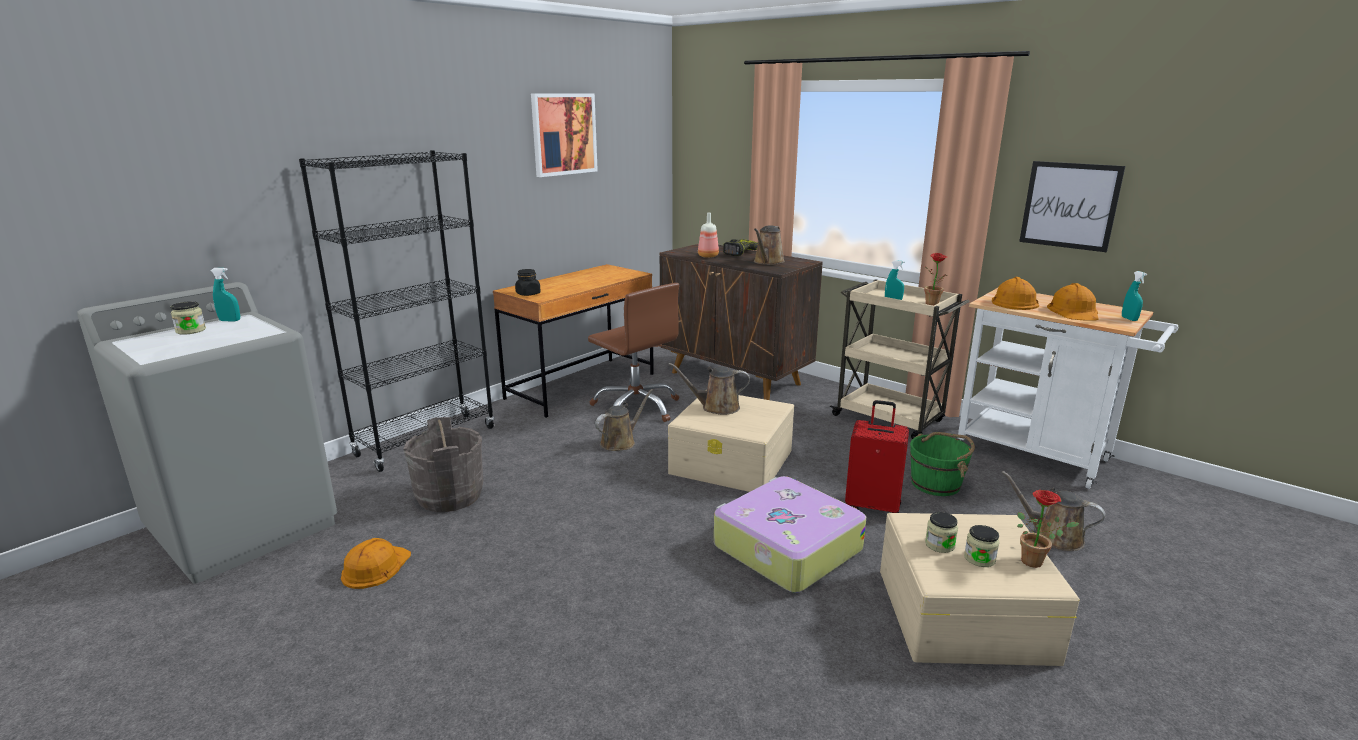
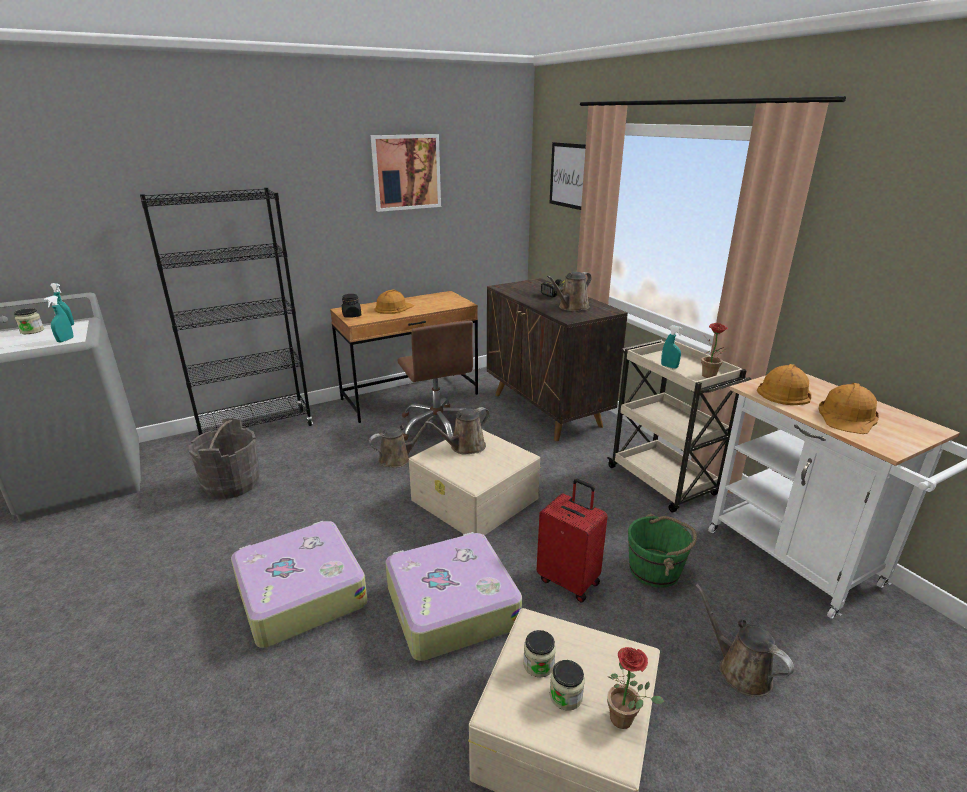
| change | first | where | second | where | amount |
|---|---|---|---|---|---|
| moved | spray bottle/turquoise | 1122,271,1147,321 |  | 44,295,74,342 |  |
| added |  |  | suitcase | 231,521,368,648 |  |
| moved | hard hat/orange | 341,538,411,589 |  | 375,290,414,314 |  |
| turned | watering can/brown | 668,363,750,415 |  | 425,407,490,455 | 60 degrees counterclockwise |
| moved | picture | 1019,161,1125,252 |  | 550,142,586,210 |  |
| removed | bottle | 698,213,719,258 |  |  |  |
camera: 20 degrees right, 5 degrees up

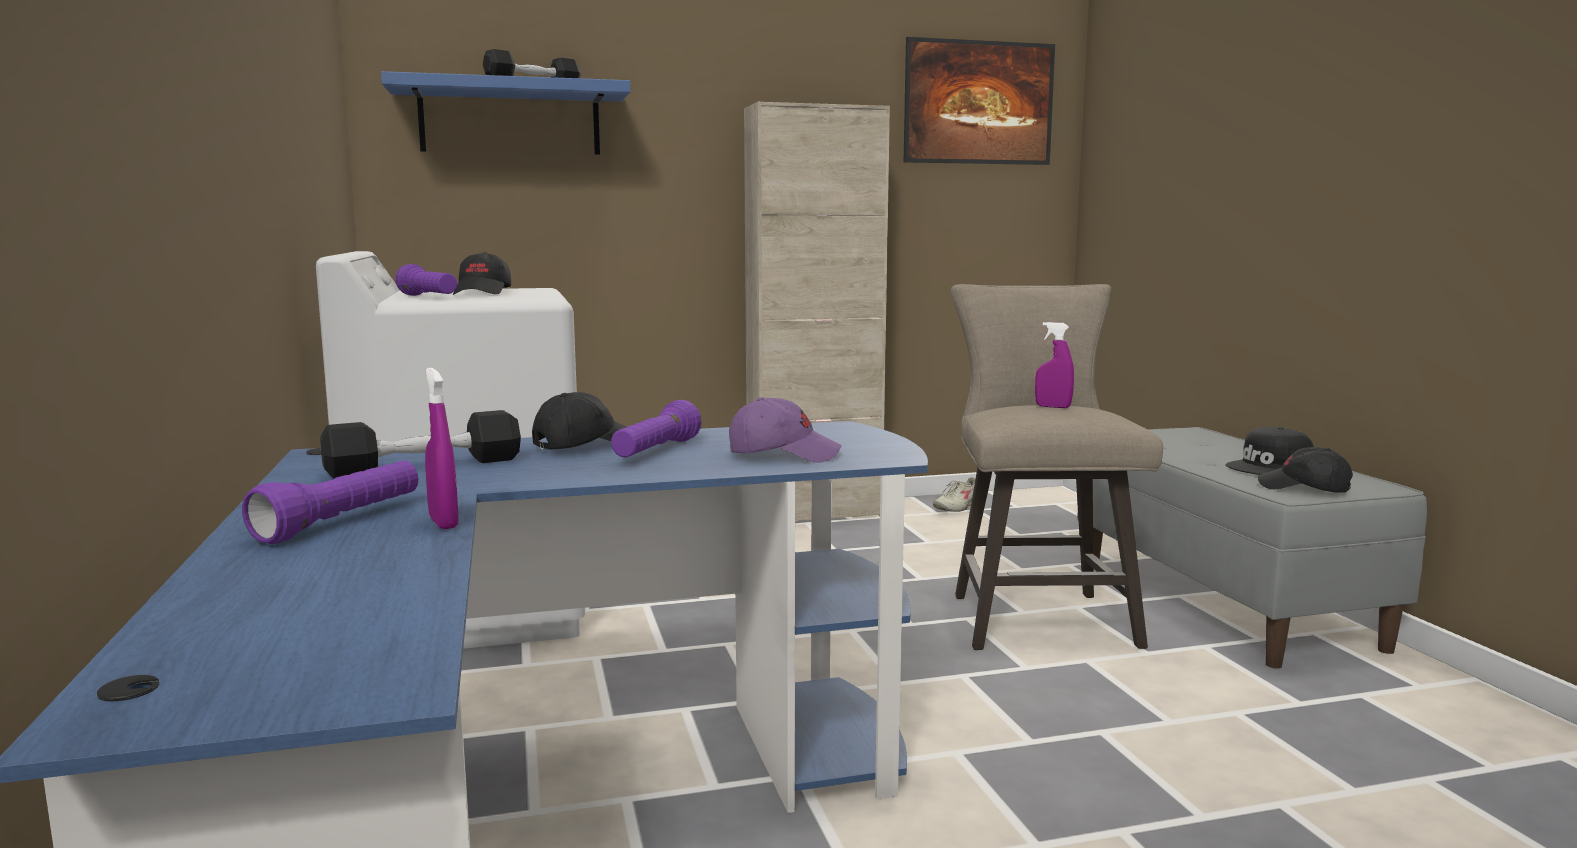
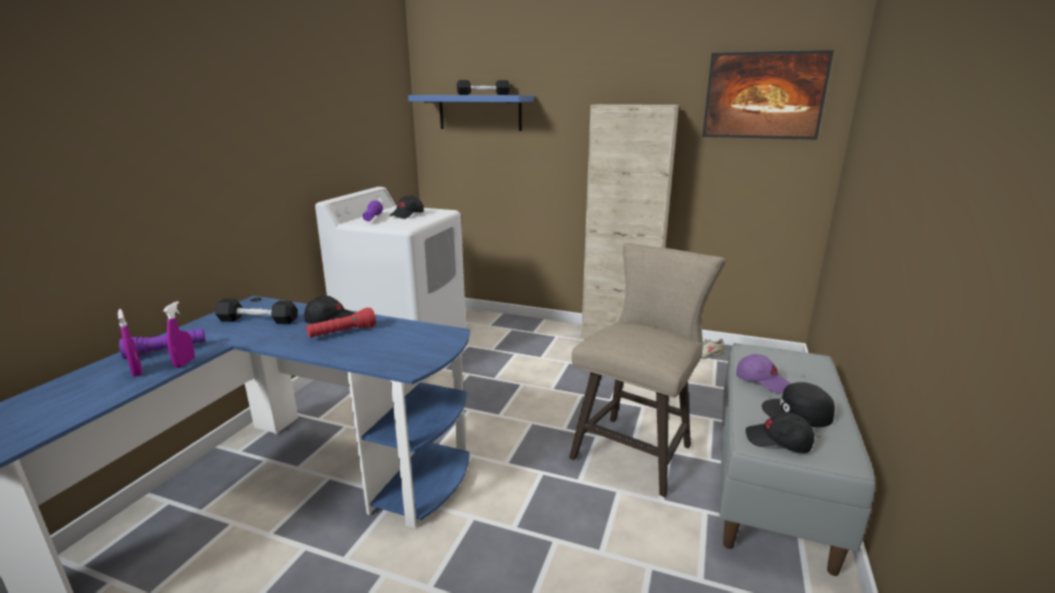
| change | first | where | second | where | amount |
|---|---|---|---|---|---|
| moved | spray bottle/purple | 1035,322,1074,408 |  | 118,309,142,377 |  |
| recoloured | flashlight/purple | 611,400,702,457 | flashlight/red | 306,308,376,338 |  |
| moved | cap/purple | 729,397,842,463 |  | 736,354,790,393 |  |
| turned | cap/black | 1258,447,1353,493 |  | 746,412,814,453 | 45 degrees counterclockwise |
camera: 35 degrees right, 10 degrees up

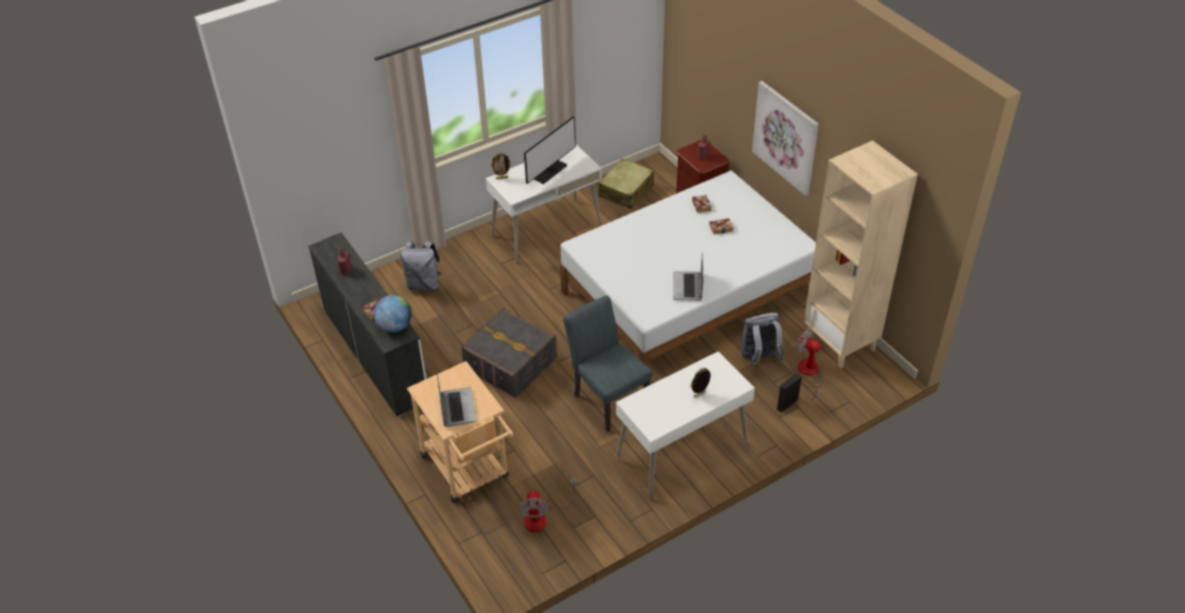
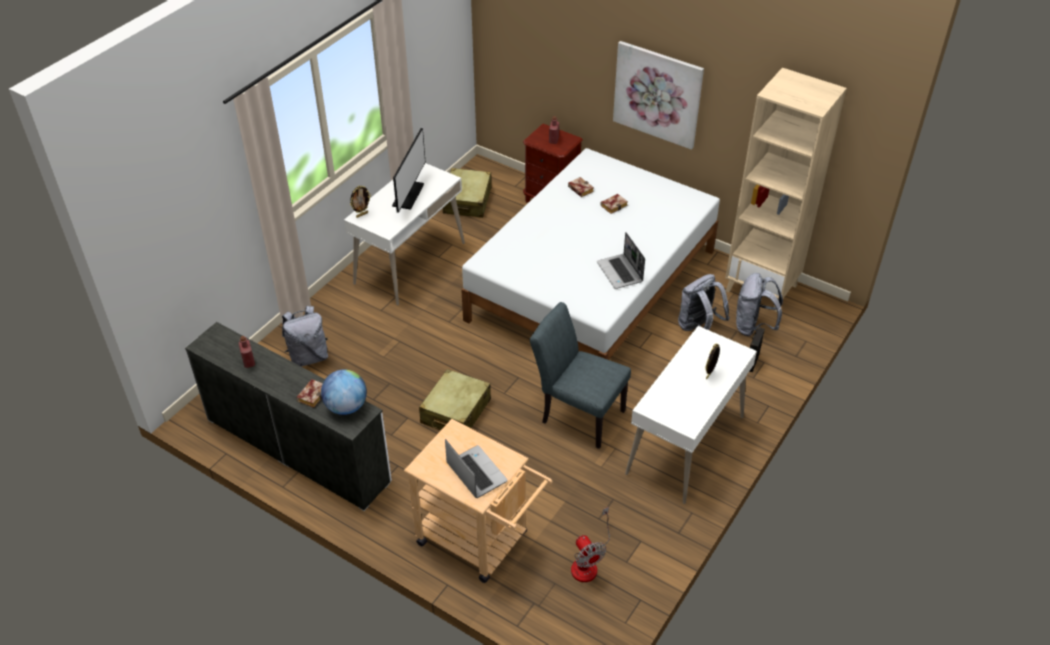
| change | first | where | second | where | amount |
|---|---|---|---|---|---|
| replaced | storage box/grey | 461,308,557,398 | suitcase/beige | 419,369,491,430 |  |
| replaced | fan | 796,329,823,400 | backpack/grey | 736,273,783,336 |  |
camera: 25 degrees left, 0 degrees up

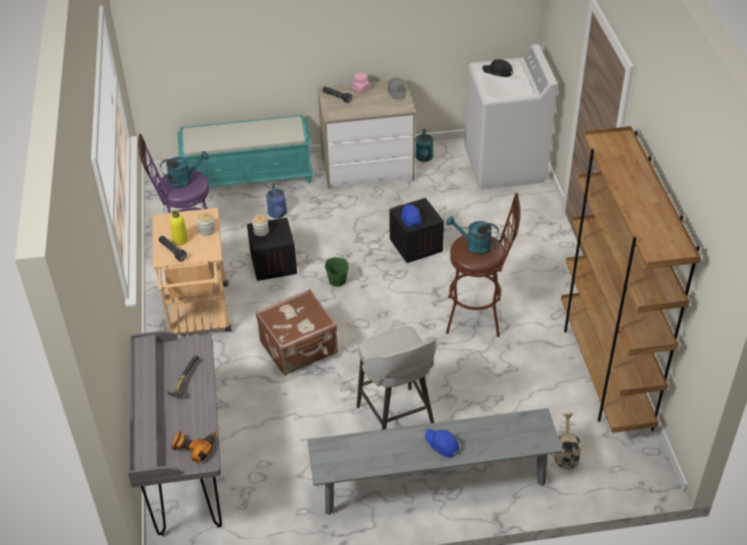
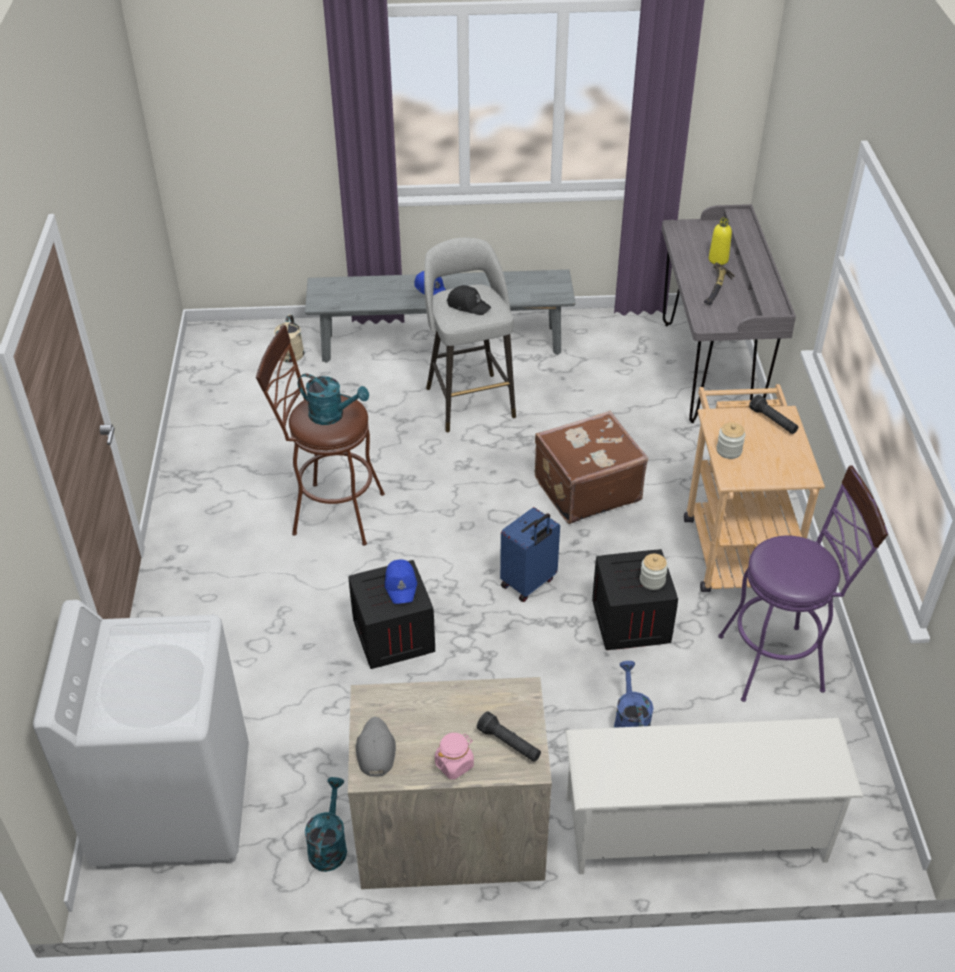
| change | first | where | second | where | amount |
|---|---|---|---|---|---|
| moved | cap/black | 482,59,513,77 |  | 447,285,491,315 |  |
| replaced | bucket/green | 325,254,349,287 | suitcase/blue | 500,507,560,602 |  |
| replaced | bench/turquoise | 178,115,314,187 | shoe rack/white | 565,718,864,874 |  |
| moved | bottle/yellow | 170,210,188,245 |  | 709,218,732,265 |  |
| removed | watering can/turquoise | 160,151,209,188 |  |  |  |
| removed | power drill | 172,427,220,463 |  |  |  |
| removed | bookcase/brown | 561,126,701,433 |  |  |  |
camera: 175 degrees left, 0 degrees up

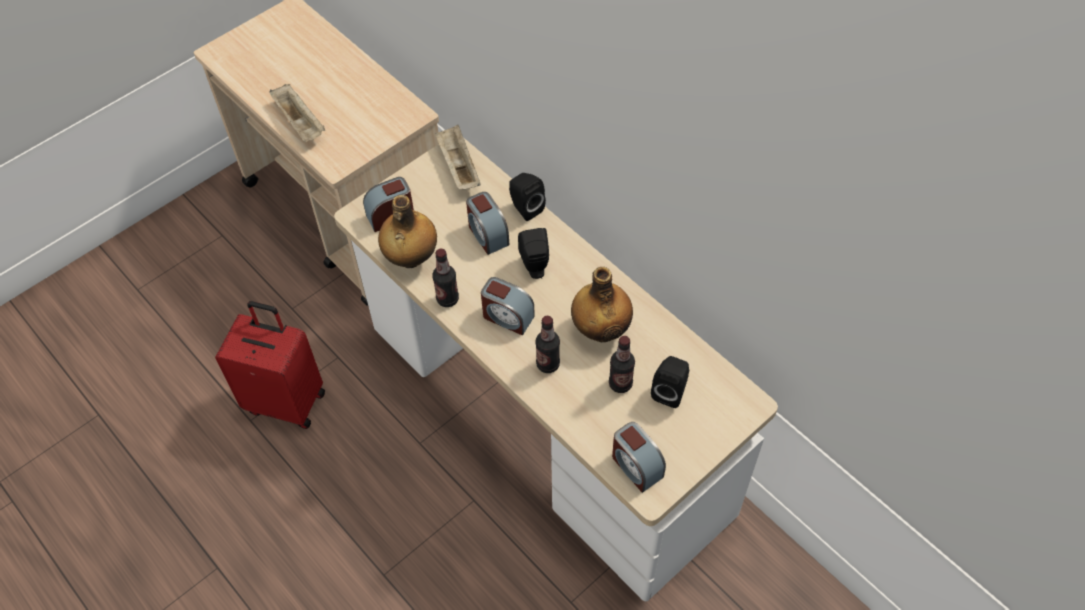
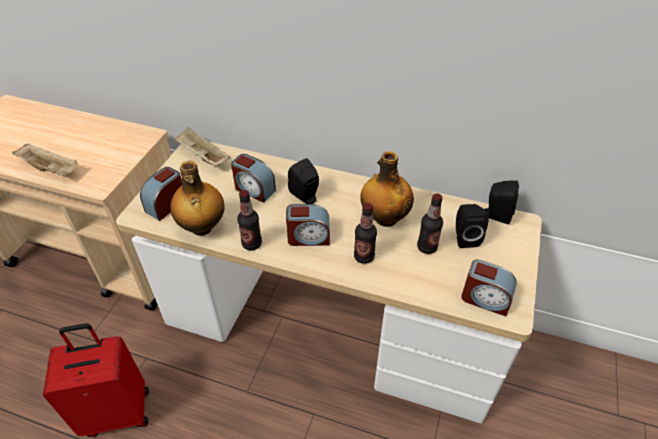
| change | first | where | second | where | amount |
|---|---|---|---|---|---|
| moved | speaker/black | 509,173,546,221 |  | 484,180,519,224 |  |
camera: 30 degrees left, 10 degrees down

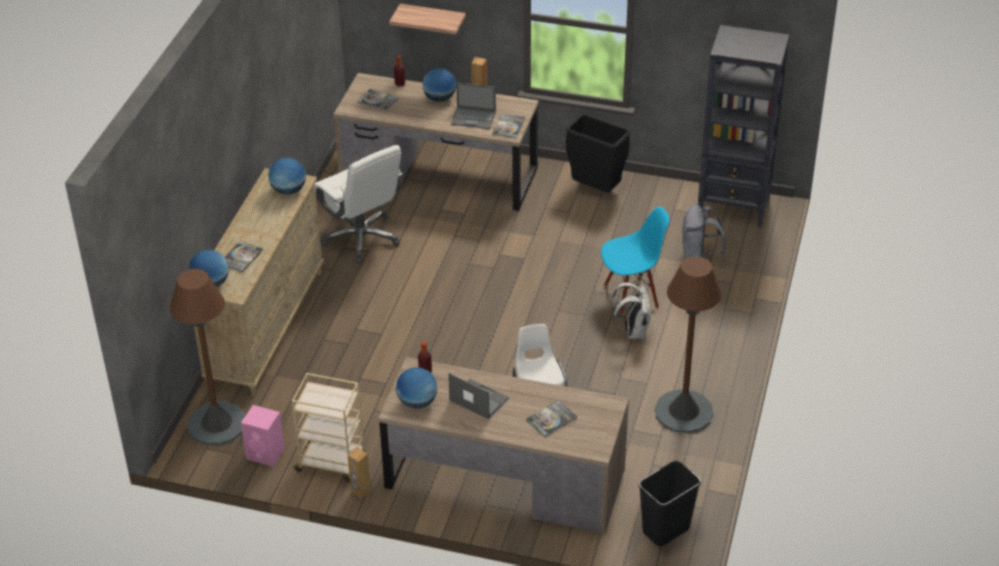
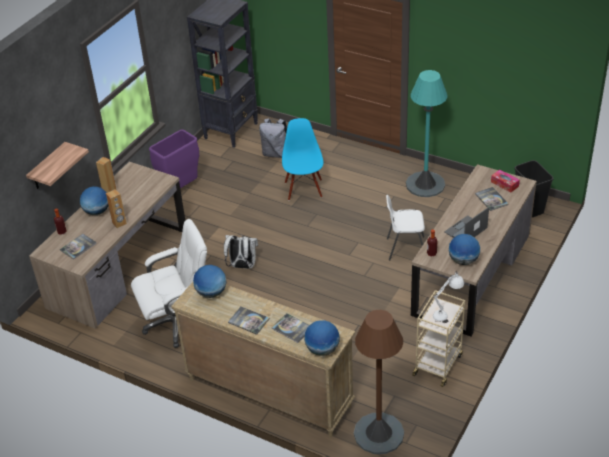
| change | first | where | second | where | amount |
|---|---|---|---|---|---|
| moved | speaker/brown | 348,447,371,499 |  | 106,189,127,228 |  |
| recoloured | trash can/black | 566,114,630,192 | trash can/purple | 149,130,199,188 |  |
| moved | backpack/white | 611,282,651,339 |  | 224,234,258,269 |  |
| moved | book | 492,113,526,138 |  | 228,306,270,335 |  |
| recoloured | floor lamp/brown | 655,256,722,433 | floor lamp/turquoise | 406,70,447,197 |  |
| added |  |  | table lamp/white | 433,271,464,323 |  |
| added |  |  | tissue box | 491,170,520,192 |  |
| removed | speaker/pink | 241,405,285,467 |  |  |  |
| removed | laptop | 451,83,496,129 |  |  |  |
camera: 75 degrees left, 0 degrees up

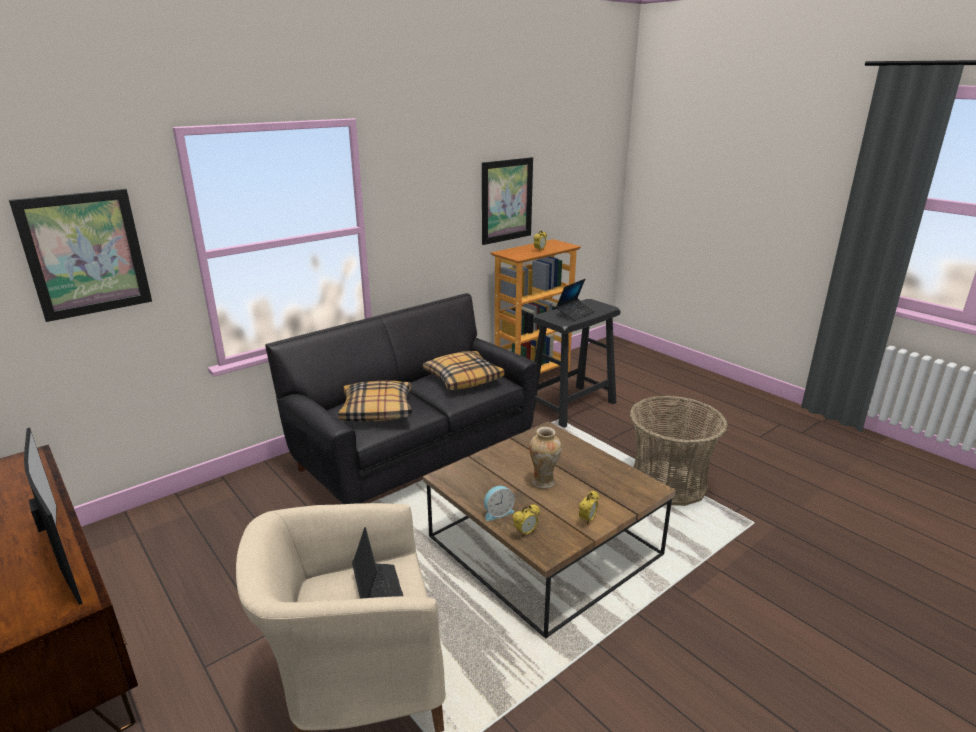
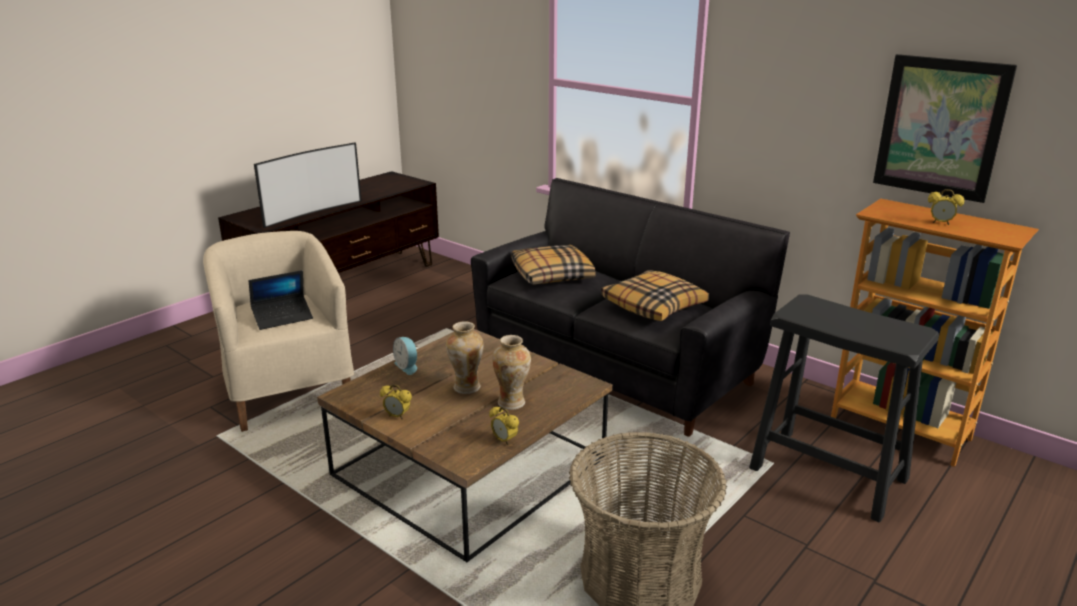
| change | first | where | second | where | amount |
|---|---|---|---|---|---|
| moved | alarm clock | 513,504,540,537 |  | 489,406,519,445 |  |
| added |  |  | vase | 492,335,531,410 |  |
| removed | picture | 9,189,152,322 |  |  |  |
| removed | laptop | 556,279,595,321 |  |  |  |
camera: 80 degrees right, 0 degrees up

